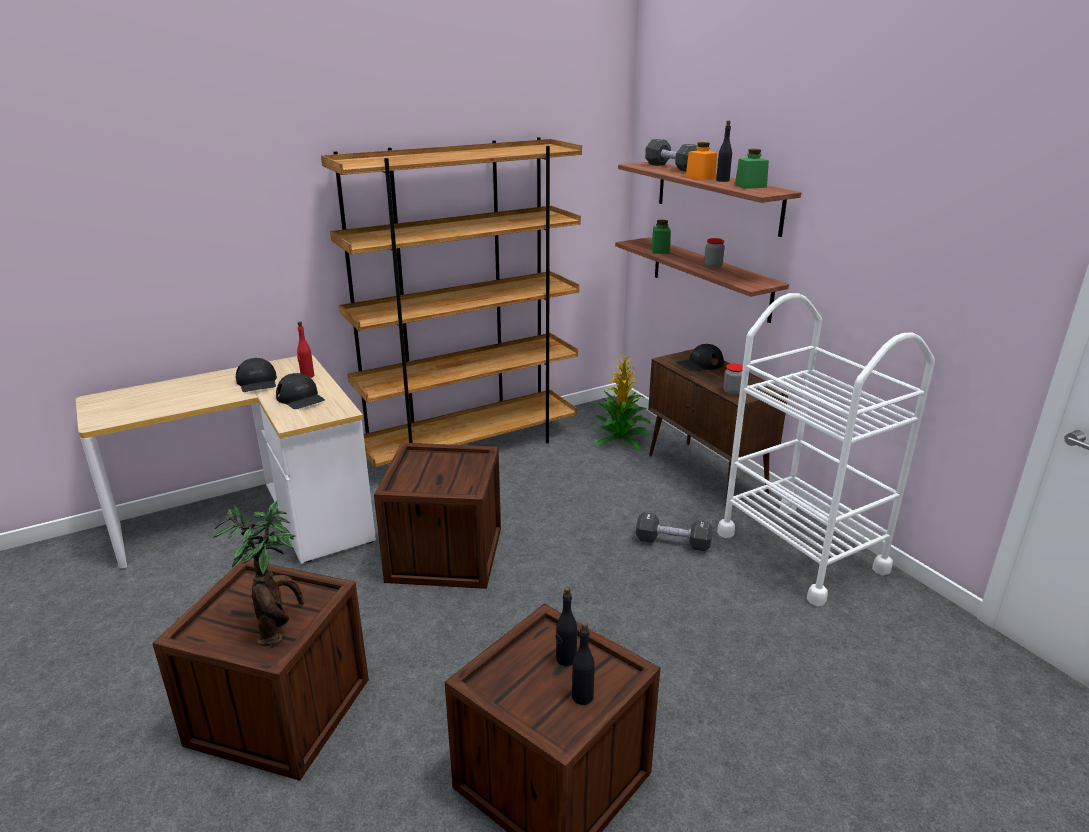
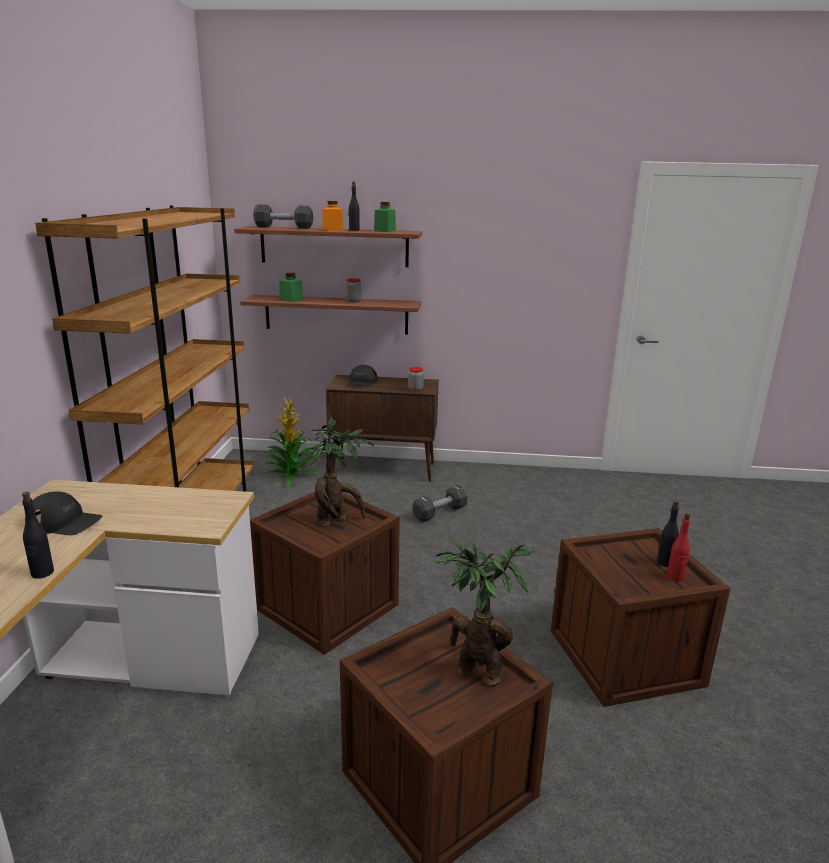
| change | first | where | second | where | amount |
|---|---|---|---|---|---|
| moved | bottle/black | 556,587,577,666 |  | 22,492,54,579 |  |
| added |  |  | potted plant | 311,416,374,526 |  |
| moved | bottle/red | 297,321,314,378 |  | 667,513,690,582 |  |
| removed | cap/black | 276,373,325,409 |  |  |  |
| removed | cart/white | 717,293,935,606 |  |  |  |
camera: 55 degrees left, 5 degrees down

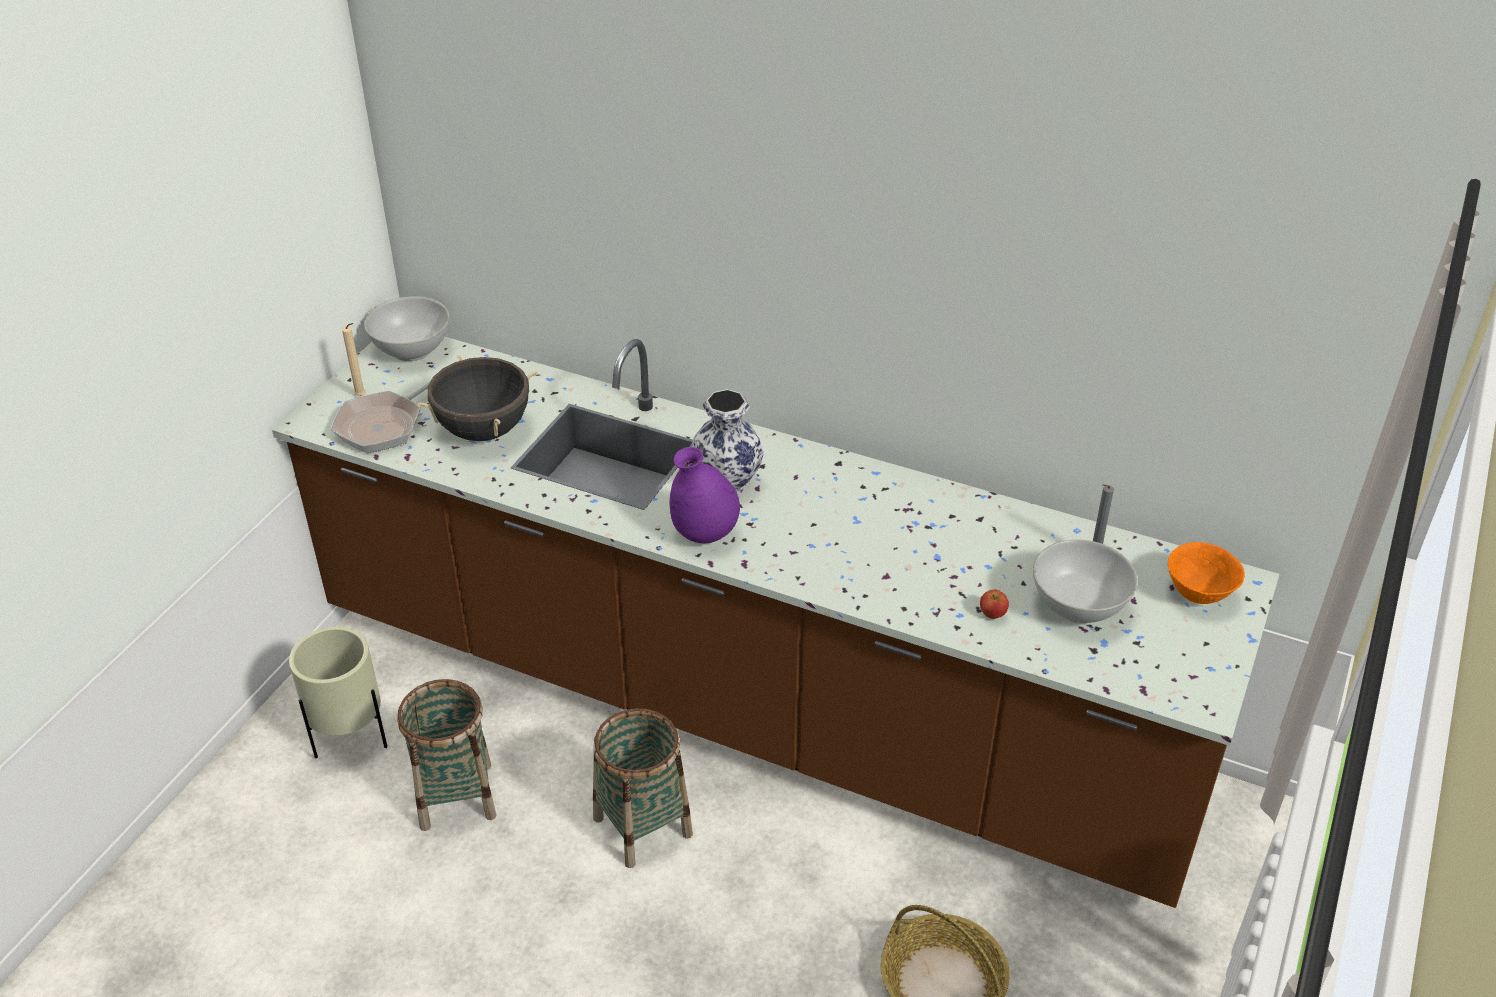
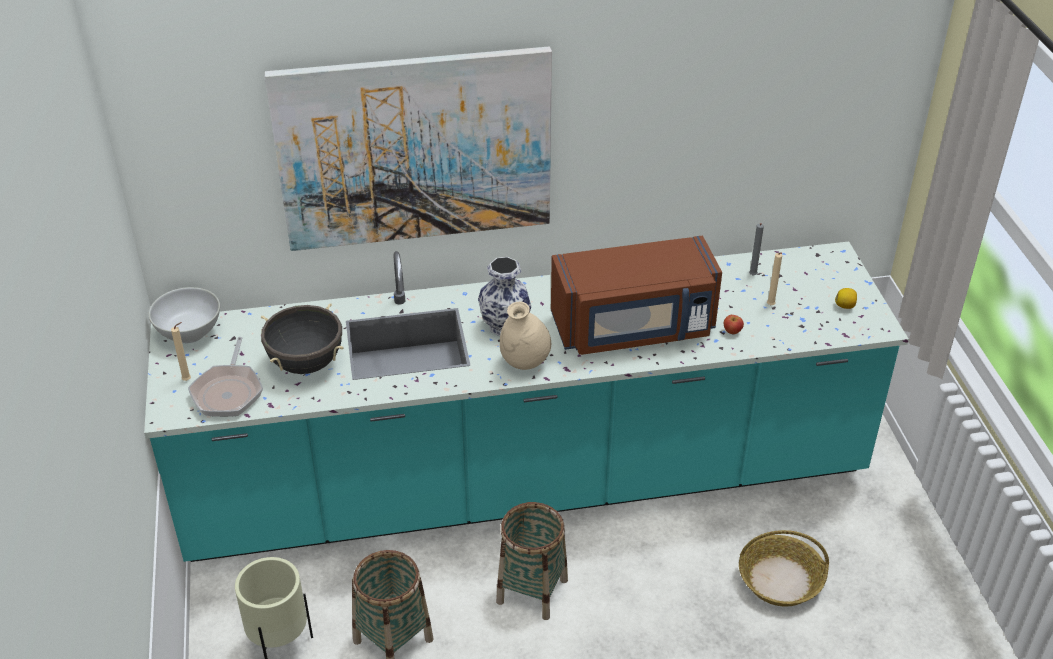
| change | first | where | second | where | amount |
|---|---|---|---|---|---|
| recoloured | counter/brown | 272,337,1279,908 | counter/turquoise | 144,242,909,562 |  |
| added |  |  | picture | 264,47,552,251 |  |
| recoloured | vase/purple | 670,447,740,543 | vase/beige | 500,302,551,370 |  |
| added |  |  | microwave/brown | 551,236,722,355 |  |
| replaced | bowl/white | 1033,540,1138,623 | candle/beige | 767,253,782,305 |  |
| added |  |  | lemon | 835,288,857,309 |  |
| removed | bowl/orange | 1168,542,1245,604 |  |  |  |
camera: 35 degrees left, 0 degrees up

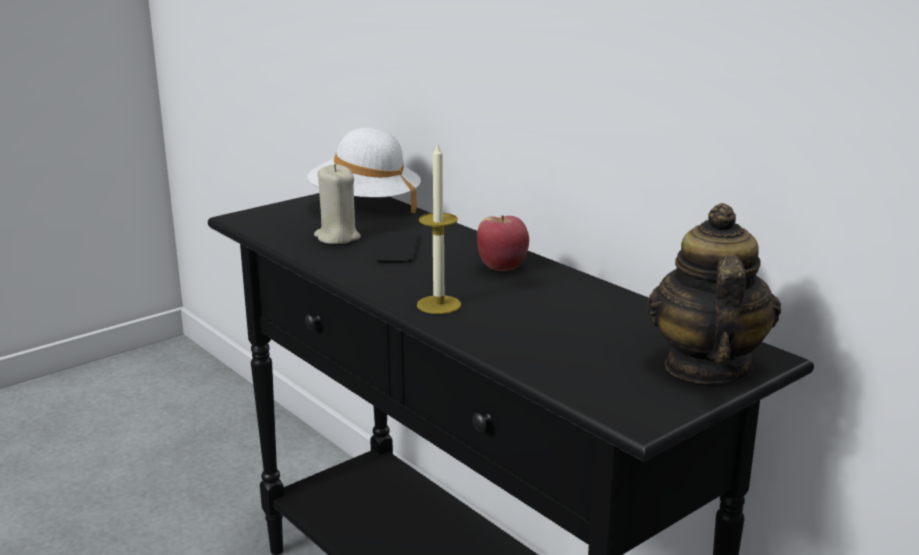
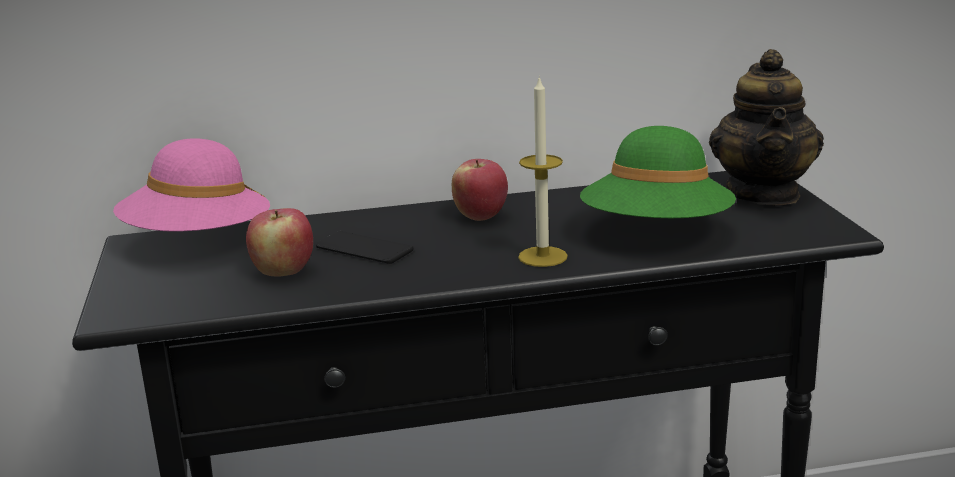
| change | first | where | second | where | amount |
|---|---|---|---|---|---|
| recoloured | hat/white | 307,128,421,213 | hat/pink | 113,138,270,232 |  |
| replaced | candle/beige | 314,164,361,244 | apple | 246,208,313,276 |  |
| added |  |  | hat/green | 580,126,736,218 |  |
| turned | teapot | 647,203,781,384 |  | 709,49,824,205 | 120 degrees counterclockwise |
camera: 60 degrees left, 0 degrees up

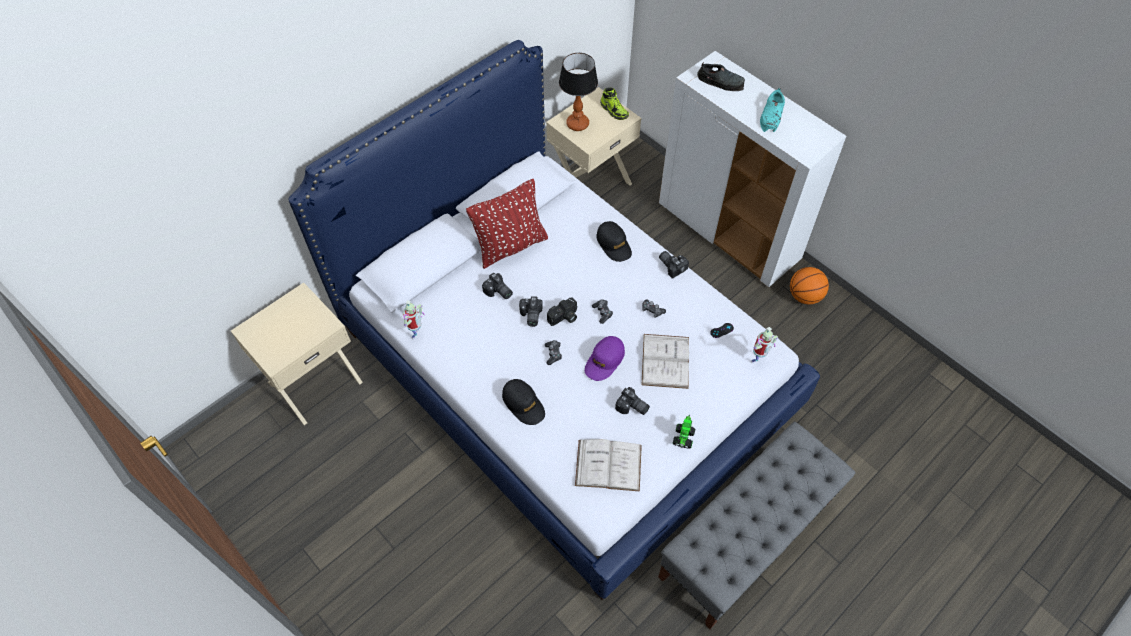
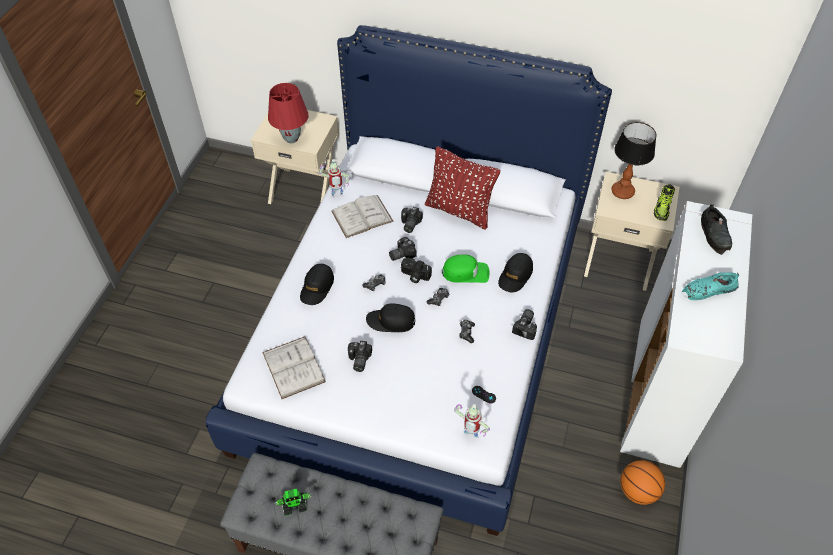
| change | first | where | second | where | amount |
|---|---|---|---|---|---|
| added |  |  | table lamp/red | 268,83,308,143 |  |
| moved | toy robot | 673,415,695,449 |  | 274,489,312,516 |  |
| moved | book/white | 642,334,689,389 |  | 331,195,394,238 |  |
| recoloured | cap/purple | 585,336,625,381 | cap/black | 366,304,415,332 |  |
| added |  |  | cap/green | 442,254,489,283 |  |
camera: 60 degrees right, 5 degrees down

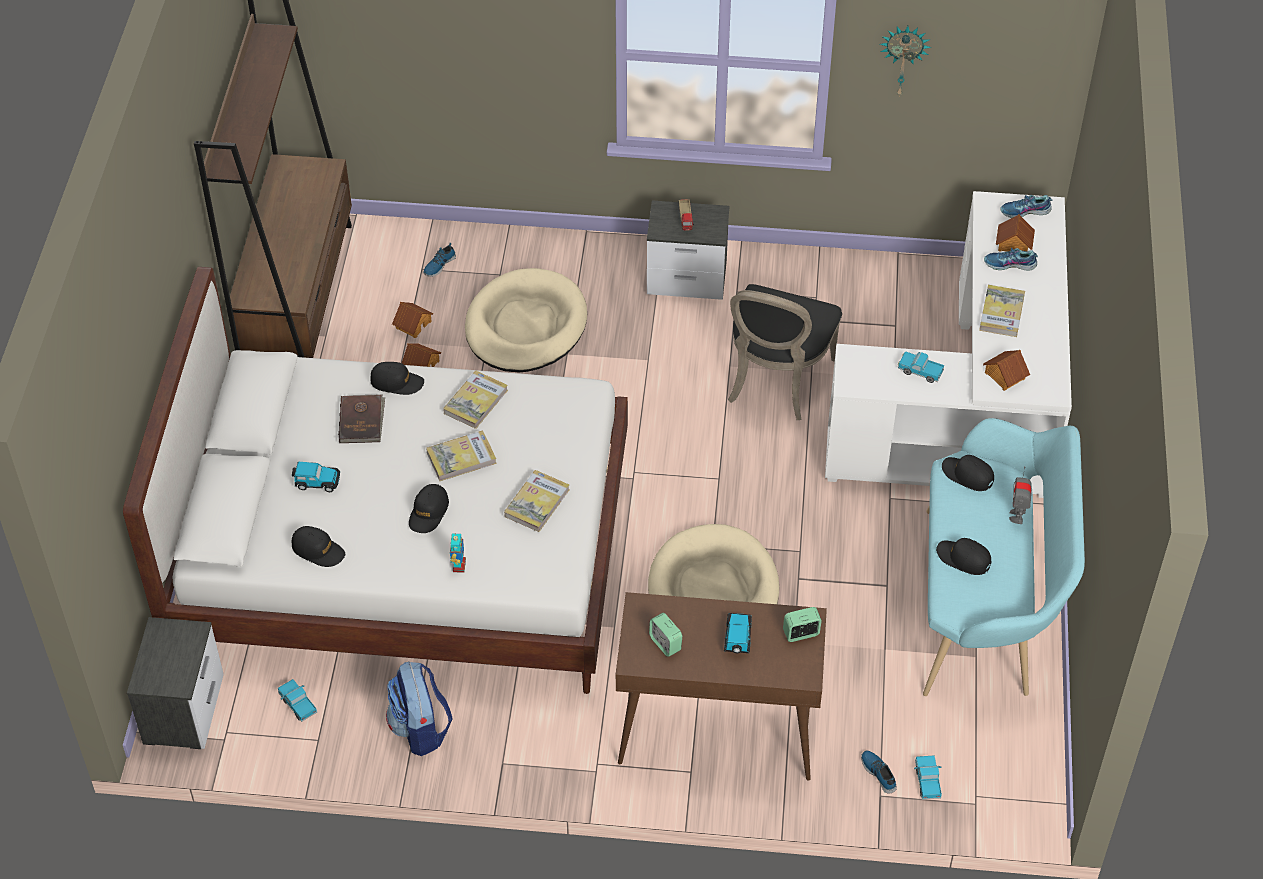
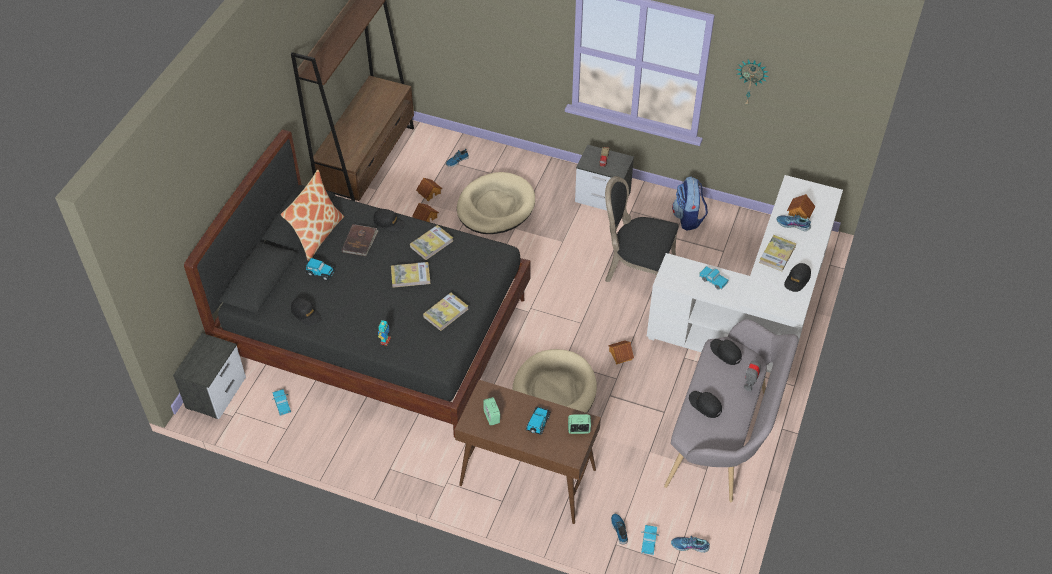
| change | first | where | second | where | amount |
|---|---|---|---|---|---|
| recoloured | bed/white | 123,267,628,694 | bed/black | 184,129,531,437 |  |
| added |  |  | pillow | 281,170,344,261 |  |
| turned | chair/black | 728,284,842,420 |  | 605,176,679,282 | 75 degrees clockwise |
| moved | toy house | 983,350,1030,391 |  | 608,340,634,365 |  |
| recoloured | bench/turquoise | 923,418,1085,696 | bench/grey | 664,319,799,502 |  |
| moved | shoe | 1000,195,1052,218 |  | 671,536,710,553 |  |
| moved | backpack | 386,661,453,756 |  | 672,176,708,231 |  |
| moved | cap/black | 409,484,449,533 |  | 784,263,811,292 |  |
camera: 15 degrees right, 0 degrees up

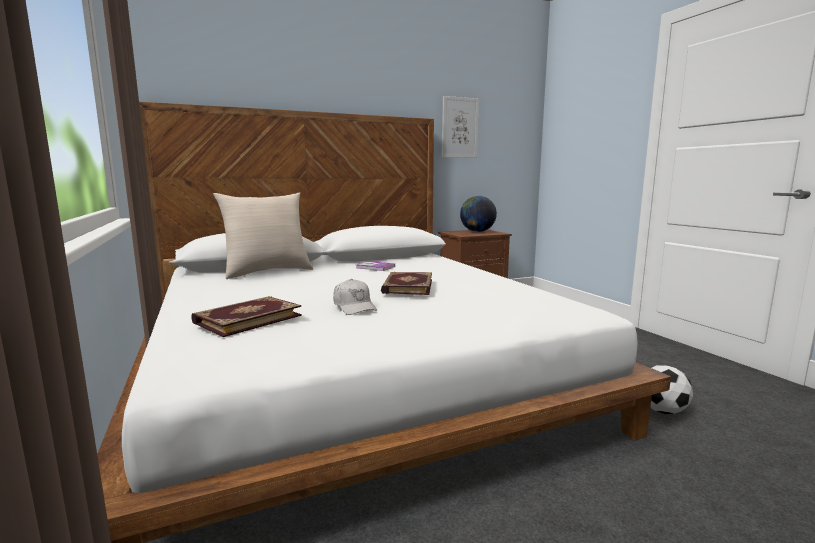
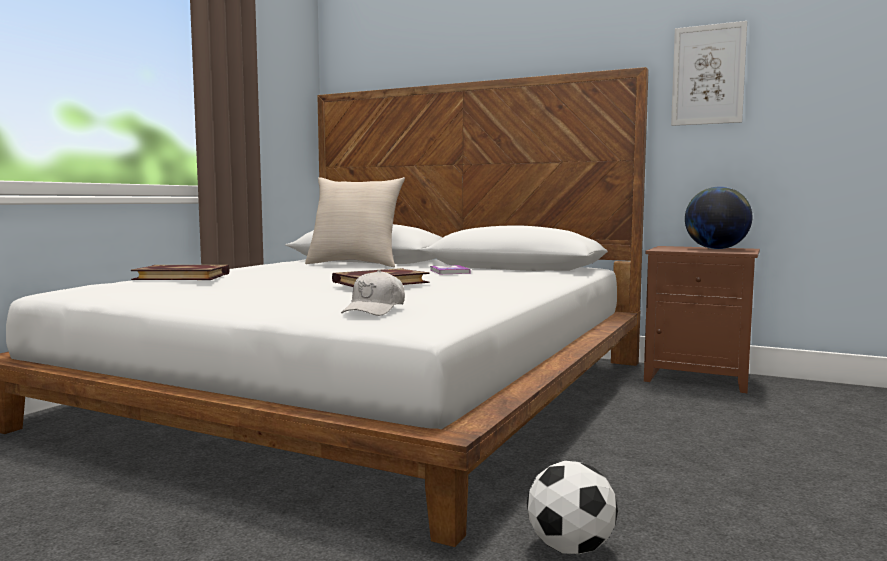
| change | first | where | second | where | amount |
|---|---|---|---|---|---|
| moved | cap/white | 333,279,377,315 |  | 341,270,405,316 |  |
camera: 50 degrees right, 5 degrees down

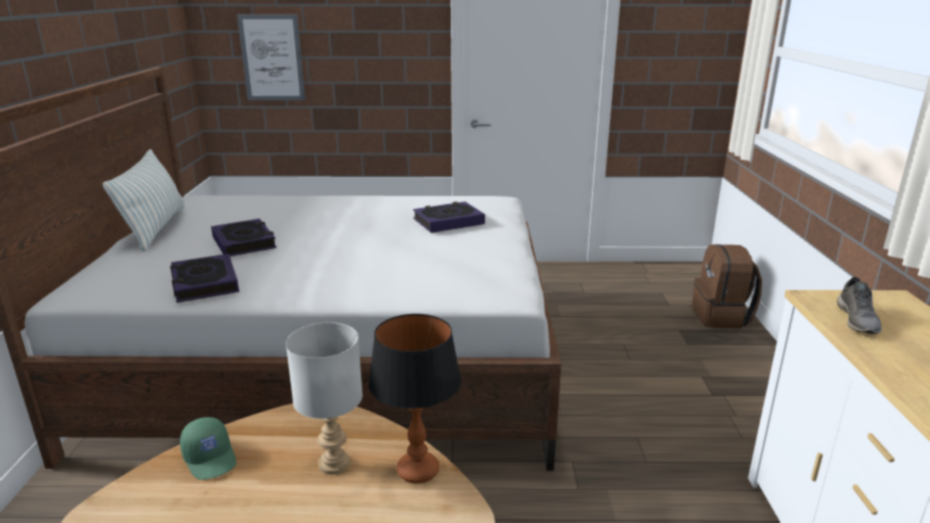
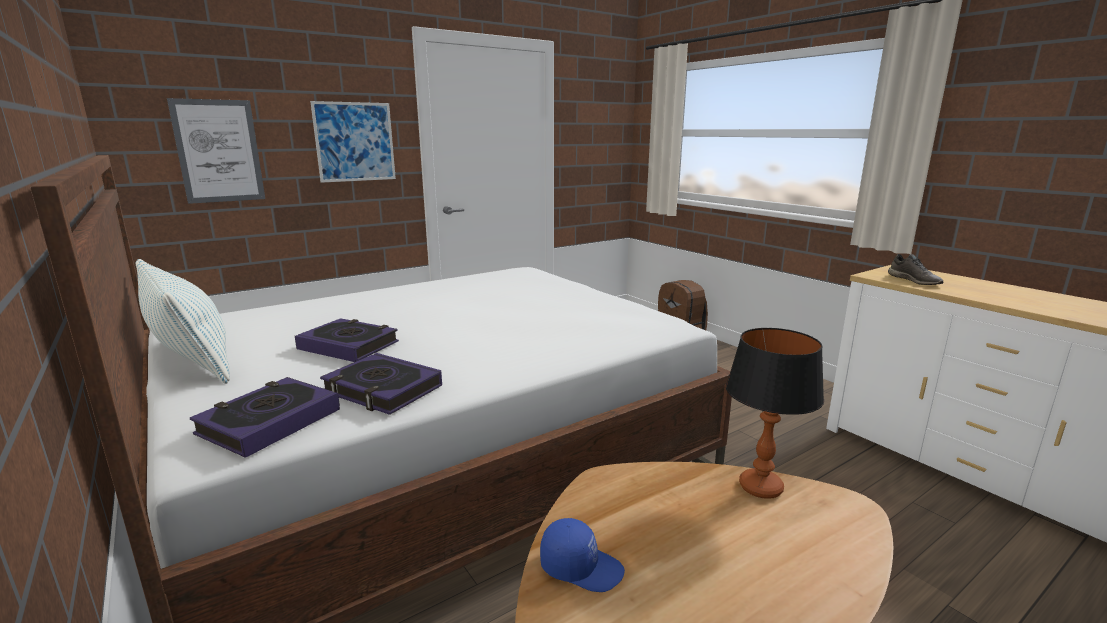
| change | first | where | second | where | amount |
|---|---|---|---|---|---|
| moved | book | 413,202,485,233 |  | 190,377,340,458 |  |
| added |  |  | picture | 310,101,396,183 |  |
| recoloured | cap/green | 180,417,236,480 | cap/blue | 540,518,625,592 |  |
| removed | table lamp/grey | 286,322,363,474 |  |  |  |
camera: 35 degrees left, 5 degrees down

